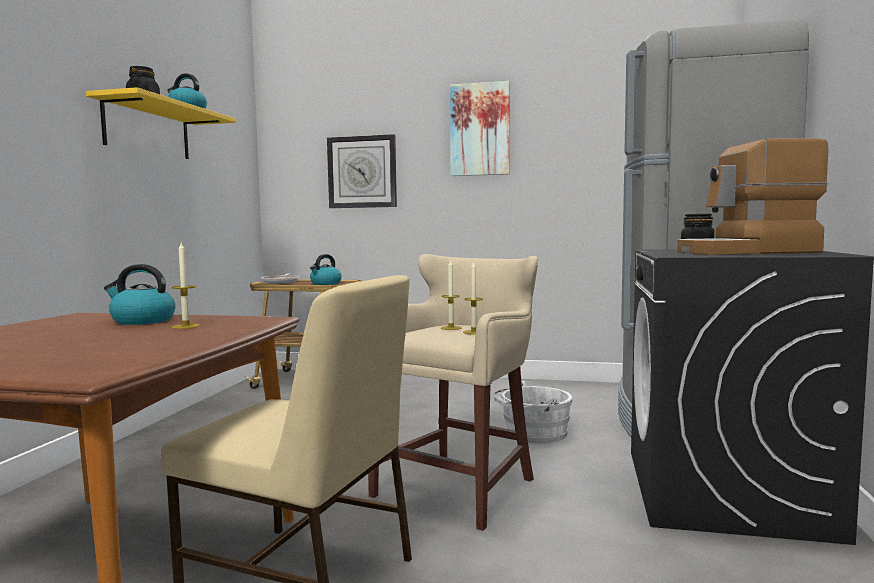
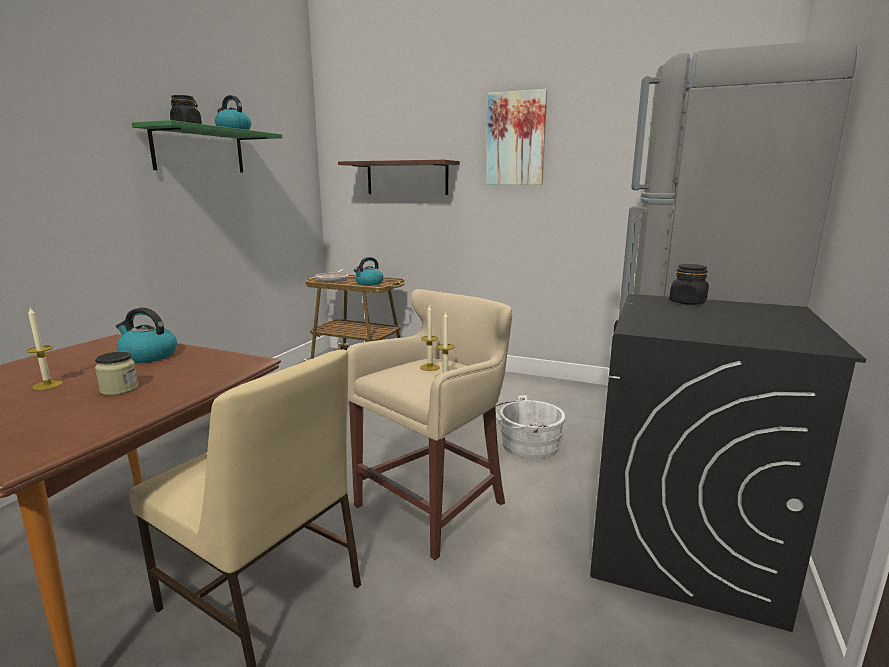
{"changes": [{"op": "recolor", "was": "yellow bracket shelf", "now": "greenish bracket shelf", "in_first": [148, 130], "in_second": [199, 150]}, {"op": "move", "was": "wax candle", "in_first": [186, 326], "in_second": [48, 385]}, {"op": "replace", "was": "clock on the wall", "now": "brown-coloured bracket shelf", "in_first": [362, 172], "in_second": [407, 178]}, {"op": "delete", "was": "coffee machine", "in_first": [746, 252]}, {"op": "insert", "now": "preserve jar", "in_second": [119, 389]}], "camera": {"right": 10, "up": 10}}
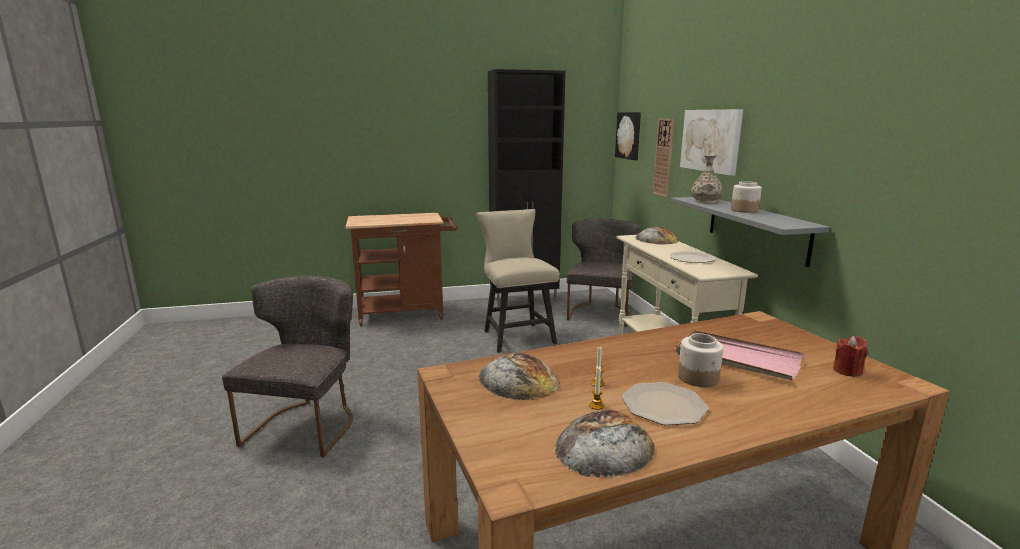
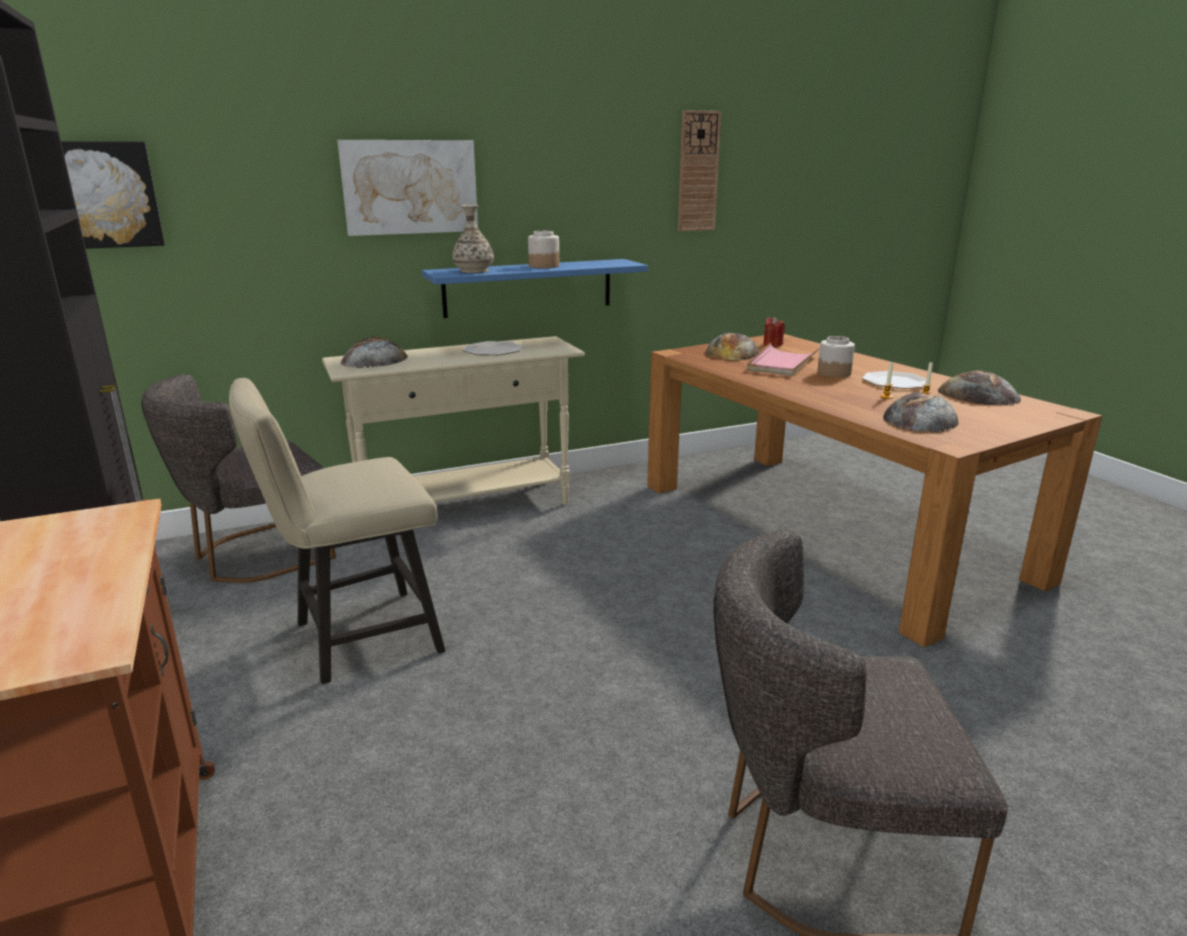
{"changes": [{"op": "rotate", "was": "grey chair", "in_first": [600, 312], "in_second": [255, 555], "clockwise": -45}, {"op": "move", "was": "clock on the wall", "in_first": [664, 157], "in_second": [698, 172]}, {"op": "recolor", "was": "grey bracket shelf", "now": "blue-coloured bracket shelf", "in_first": [756, 228], "in_second": [528, 287]}, {"op": "insert", "now": "bakery bread", "in_second": [732, 352]}], "camera": {"right": -100, "up": 5}}
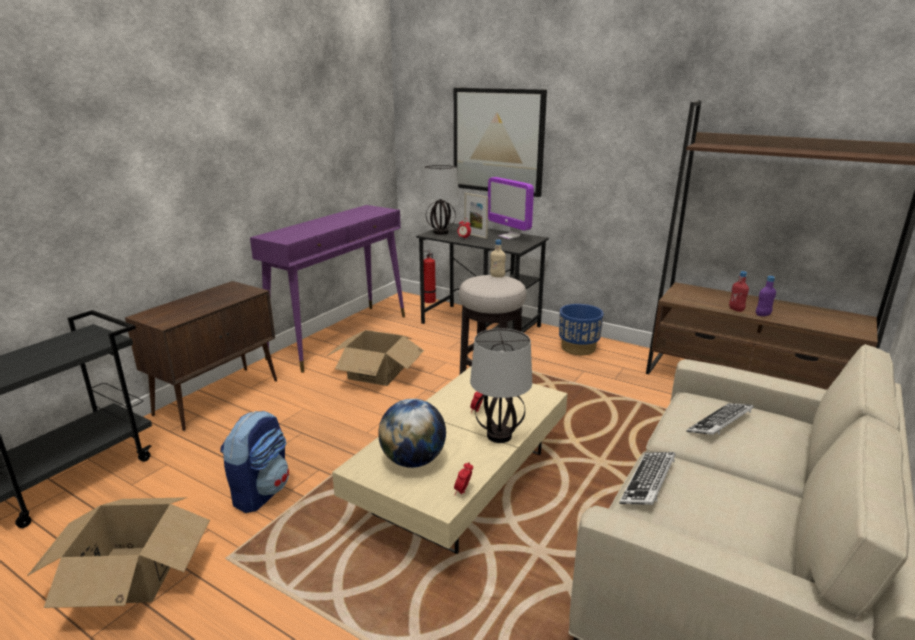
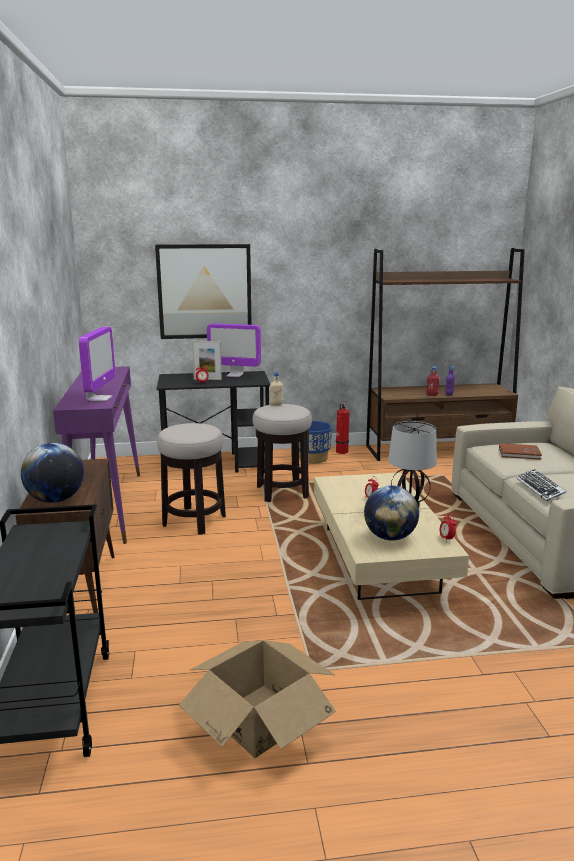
{"changes": [{"op": "delete", "was": "backpack", "in_first": [261, 492]}, {"op": "replace", "was": "packing box", "now": "stool", "in_first": [377, 372], "in_second": [194, 520]}, {"op": "delete", "was": "table lamp", "in_first": [440, 232]}, {"op": "move", "was": "fire extinguisher", "in_first": [428, 301], "in_second": [342, 452]}, {"op": "replace", "was": "keyboard", "now": "brown-coloured bound book", "in_first": [720, 424], "in_second": [519, 453]}, {"op": "insert", "now": "world globe", "in_second": [56, 500]}, {"op": "insert", "now": "computer display", "in_second": [99, 398]}], "camera": {"right": -40, "up": -5}}
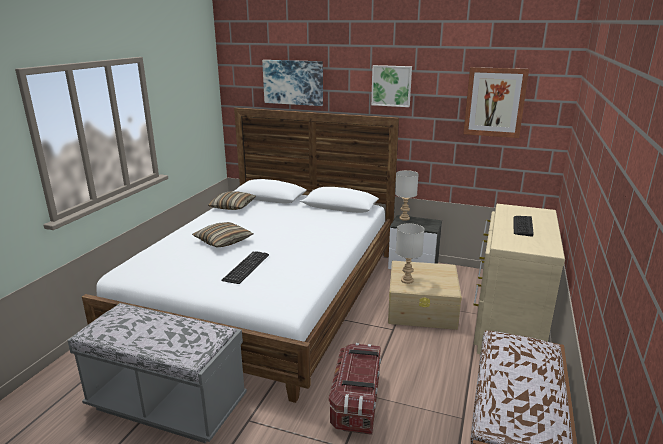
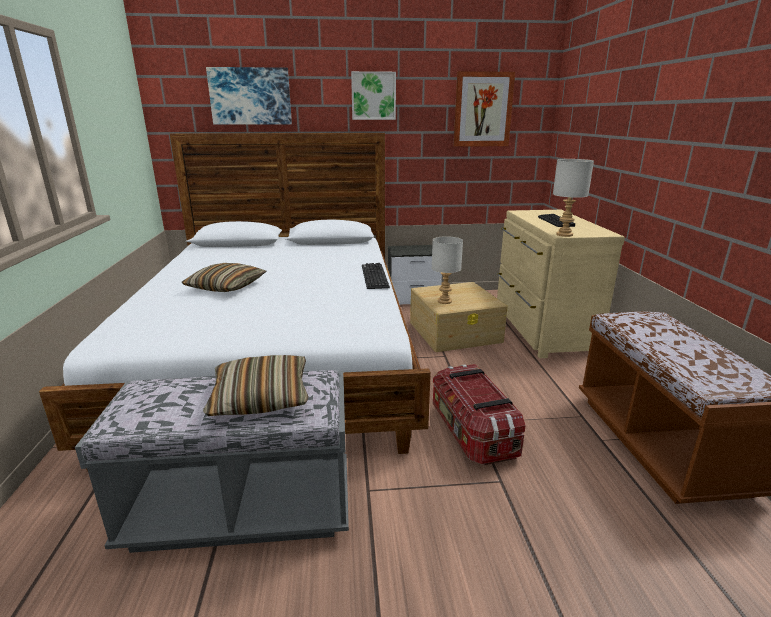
{"changes": [{"op": "move", "was": "cushion", "in_first": [232, 206], "in_second": [260, 397]}, {"op": "move", "was": "keyboard", "in_first": [246, 267], "in_second": [374, 276]}, {"op": "move", "was": "grey table lamp", "in_first": [404, 218], "in_second": [564, 235]}], "camera": {"right": -25, "up": 0}}
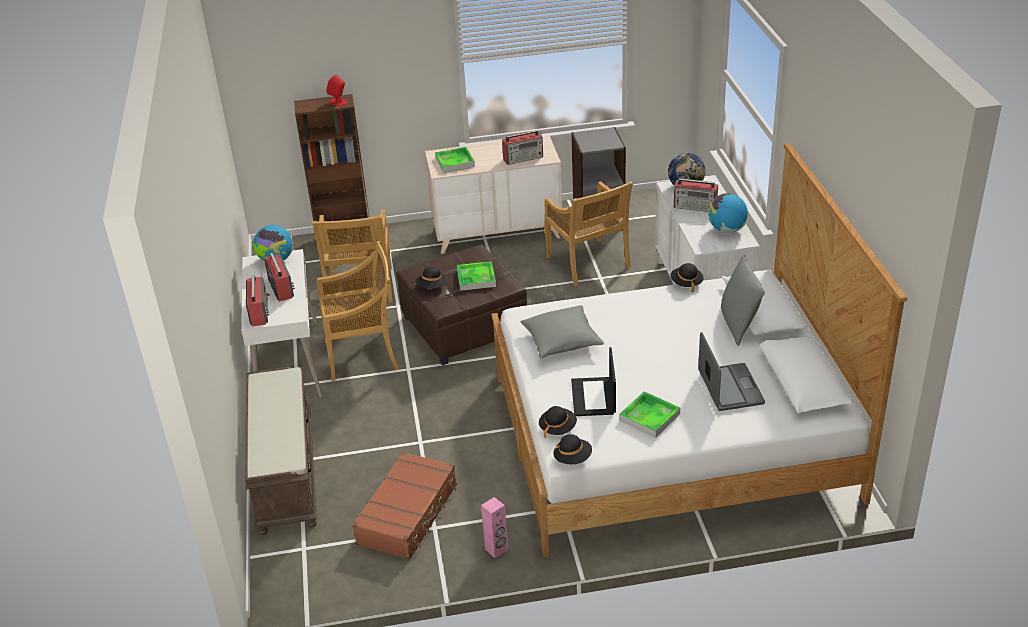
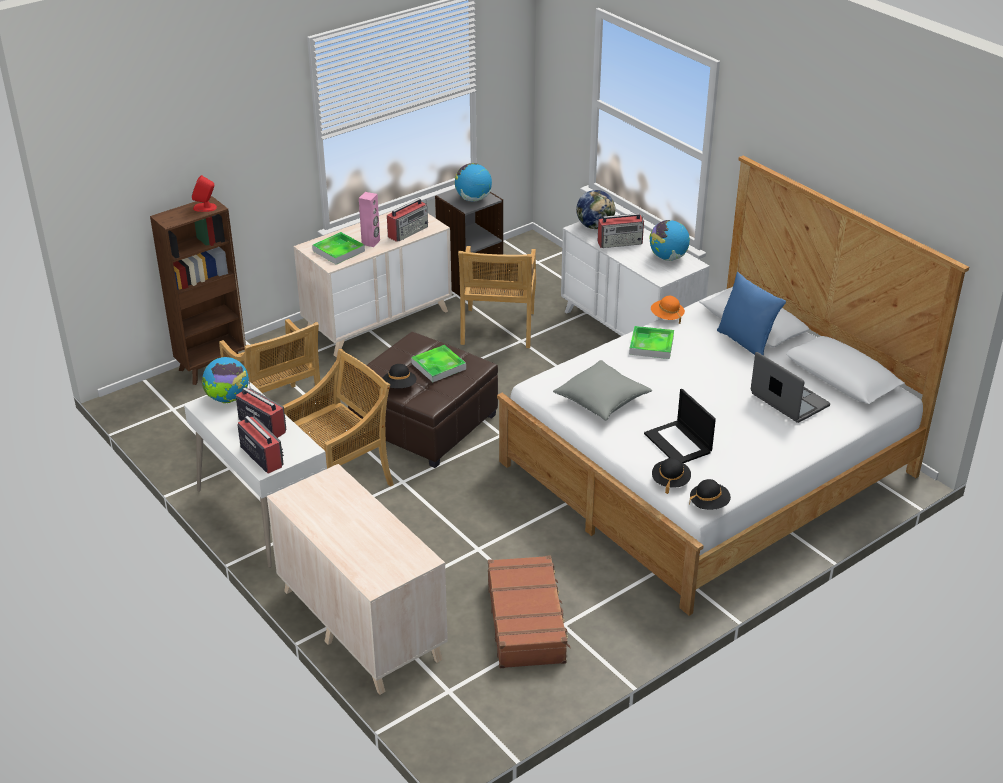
{"changes": [{"op": "replace", "was": "brown-coloured indoor bench", "now": "sand-coloured drawer chest", "in_first": [285, 472], "in_second": [360, 624]}, {"op": "move", "was": "pinkish audio speaker", "in_first": [496, 549], "in_second": [371, 242]}, {"op": "rotate", "was": "sand-coloured chair", "in_first": [588, 263], "in_second": [498, 329], "clockwise": 60}, {"op": "move", "was": "carrying tray", "in_first": [649, 417], "in_second": [651, 345]}, {"op": "recolor", "was": "black hat", "now": "orange-coloured hat", "in_first": [686, 283], "in_second": [666, 317]}, {"op": "recolor", "was": "grey cushion", "now": "blue-coloured cushion", "in_first": [739, 325], "in_second": [746, 343]}, {"op": "insert", "now": "world globe", "in_second": [473, 199]}], "camera": {"right": -30, "up": 0}}
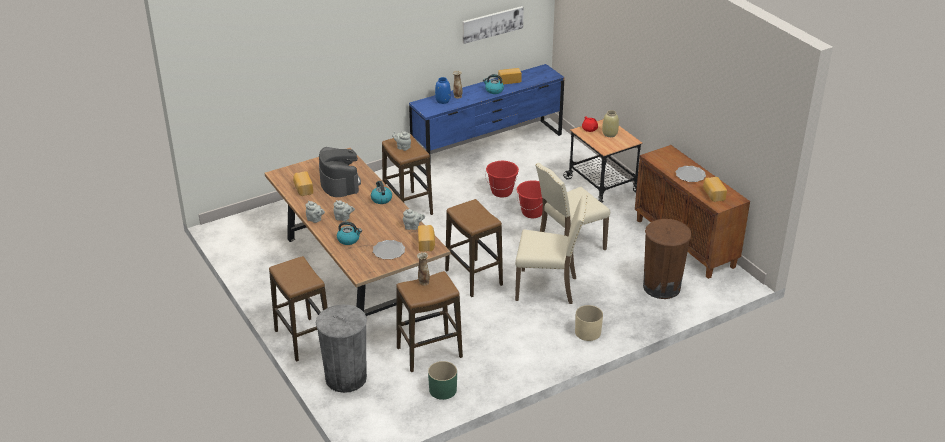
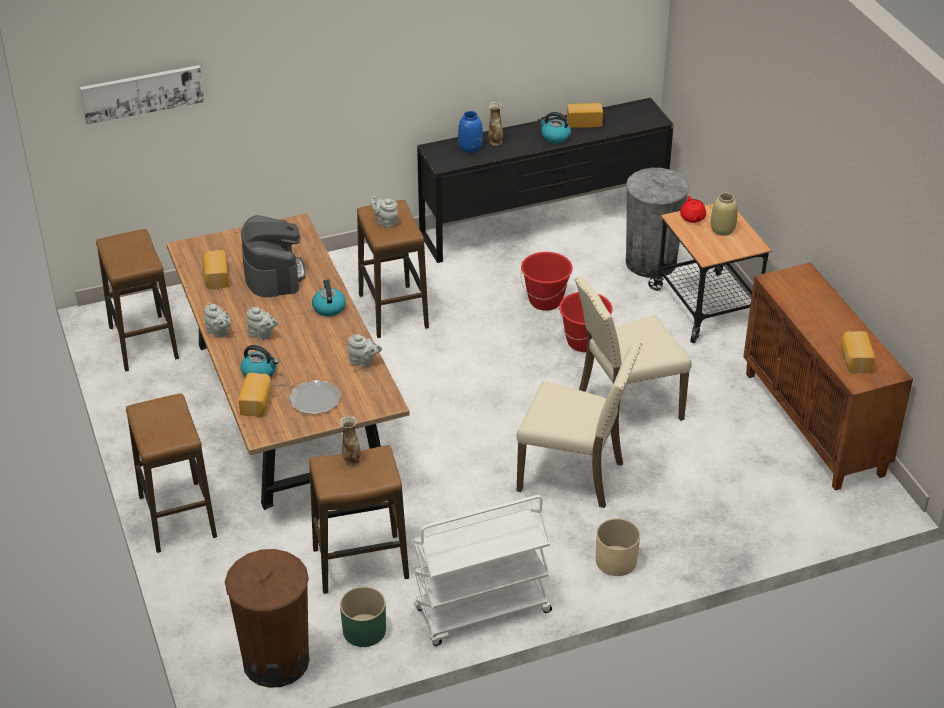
{"changes": [{"op": "move", "was": "grey trash can", "in_first": [346, 378], "in_second": [651, 262]}, {"op": "recolor", "was": "blue-coloured drawer chest", "now": "black drawer chest", "in_first": [487, 148], "in_second": [543, 222]}, {"op": "move", "was": "bakery bread", "in_first": [426, 243], "in_second": [257, 403]}, {"op": "move", "was": "stool", "in_first": [474, 278], "in_second": [144, 343]}, {"op": "move", "was": "picture", "in_first": [492, 24], "in_second": [142, 93]}, {"op": "move", "was": "brown-coloured trash can", "in_first": [661, 287], "in_second": [276, 661]}, {"op": "delete", "was": "dinner plate", "in_first": [690, 175]}, {"op": "insert", "now": "white-coloured wheeled cart", "in_second": [482, 612]}], "camera": {"right": 10, "up": 5}}
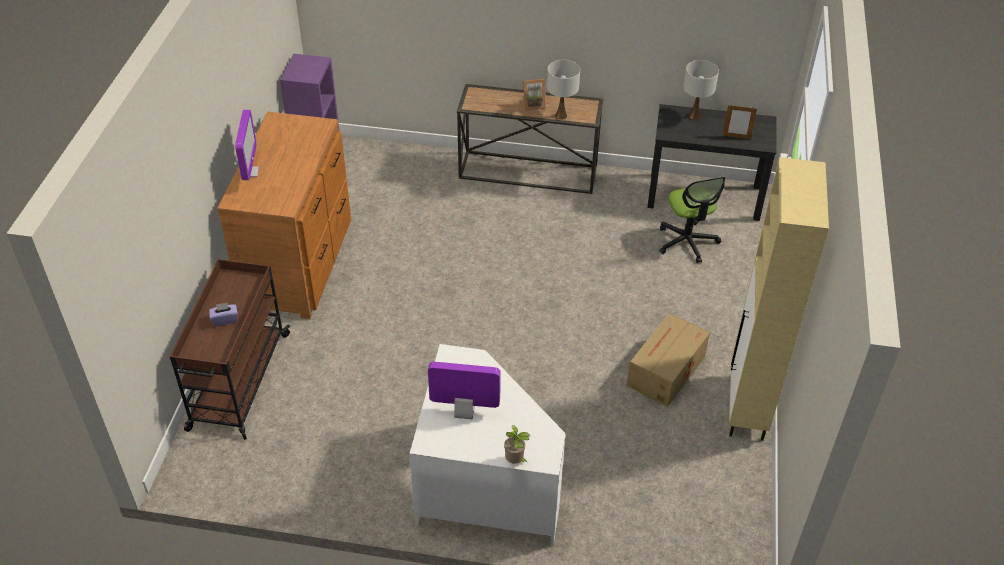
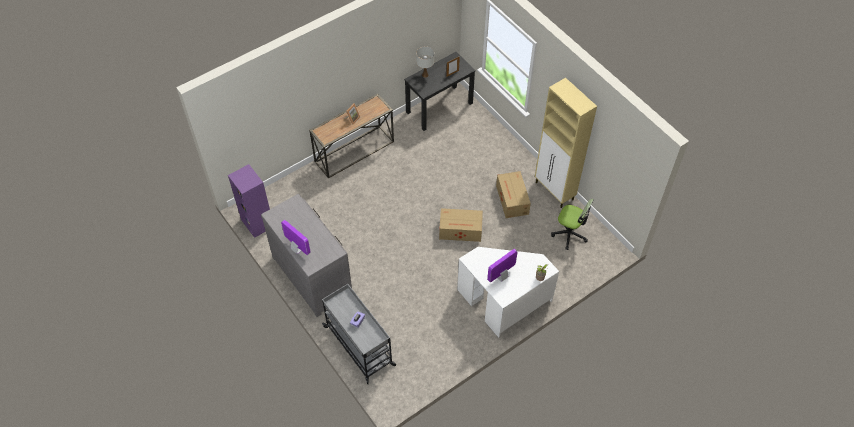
{"changes": [{"op": "recolor", "was": "brown-coloured wheeled cart", "now": "grey wheeled cart", "in_first": [238, 382], "in_second": [360, 346]}, {"op": "recolor", "was": "brown-coloured drawer chest", "now": "grey drawer chest", "in_first": [300, 263], "in_second": [313, 275]}, {"op": "delete", "was": "white-coloured table lamp", "in_first": [560, 116]}, {"op": "move", "was": "office chair", "in_first": [687, 242], "in_second": [569, 234]}, {"op": "insert", "now": "packing box", "in_second": [461, 230]}], "camera": {"right": -45, "up": 10}}
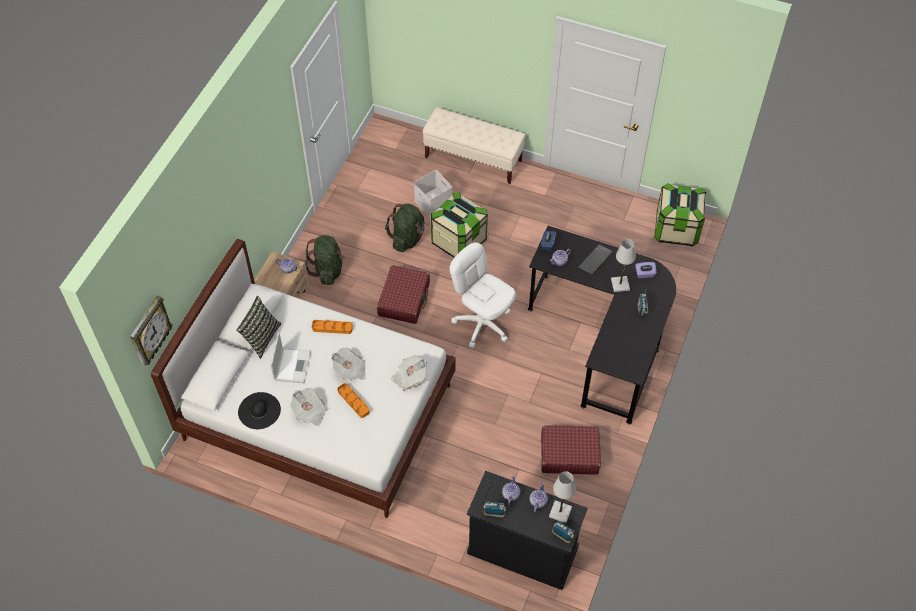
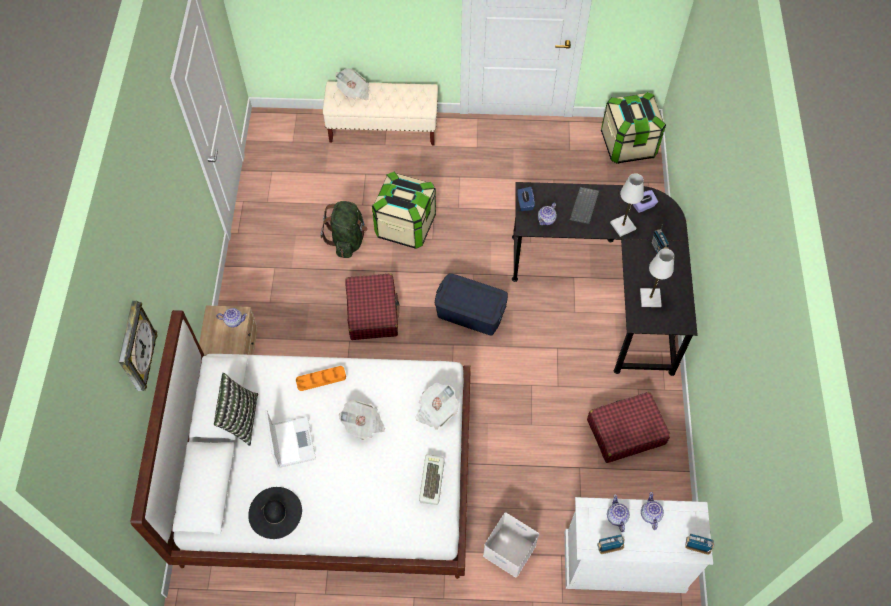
{"changes": [{"op": "move", "was": "clock on the wall", "in_first": [149, 331], "in_second": [135, 348]}, {"op": "move", "was": "newspaper", "in_first": [310, 412], "in_second": [354, 91]}, {"op": "delete", "was": "greenish backpack", "in_first": [328, 270]}, {"op": "delete", "was": "orange-coloured carrying tray", "in_first": [353, 401]}, {"op": "move", "was": "white-coloured storage container", "in_first": [432, 202], "in_second": [508, 550]}, {"op": "replace", "was": "white-coloured office chair", "now": "blue-coloured storage container", "in_first": [482, 323], "in_second": [470, 312]}, {"op": "recolor", "was": "black drawer chest", "now": "white-coloured drawer chest", "in_first": [522, 550], "in_second": [623, 561]}, {"op": "move", "was": "white-coloured table lamp", "in_first": [560, 512], "in_second": [650, 298]}, {"op": "insert", "now": "keyboard", "in_second": [430, 480]}], "camera": {"right": -20, "up": 5}}
